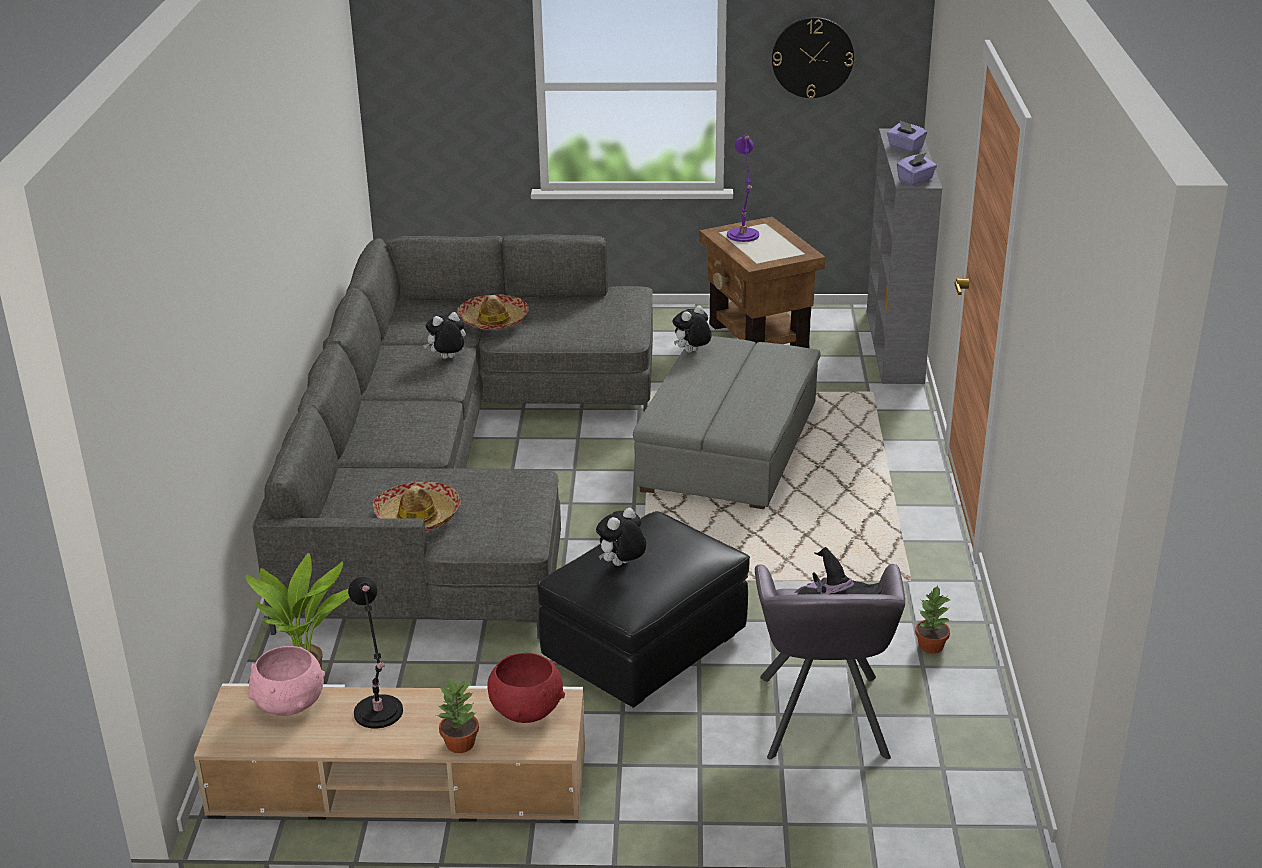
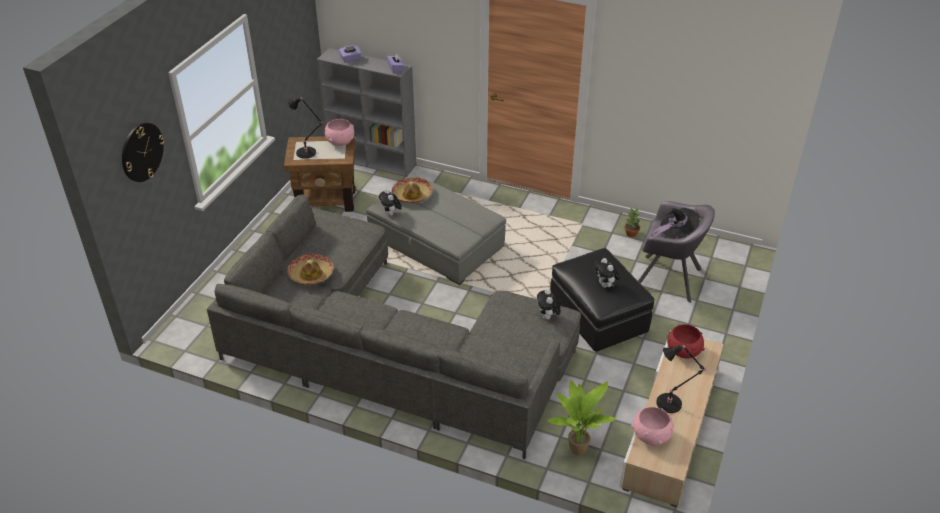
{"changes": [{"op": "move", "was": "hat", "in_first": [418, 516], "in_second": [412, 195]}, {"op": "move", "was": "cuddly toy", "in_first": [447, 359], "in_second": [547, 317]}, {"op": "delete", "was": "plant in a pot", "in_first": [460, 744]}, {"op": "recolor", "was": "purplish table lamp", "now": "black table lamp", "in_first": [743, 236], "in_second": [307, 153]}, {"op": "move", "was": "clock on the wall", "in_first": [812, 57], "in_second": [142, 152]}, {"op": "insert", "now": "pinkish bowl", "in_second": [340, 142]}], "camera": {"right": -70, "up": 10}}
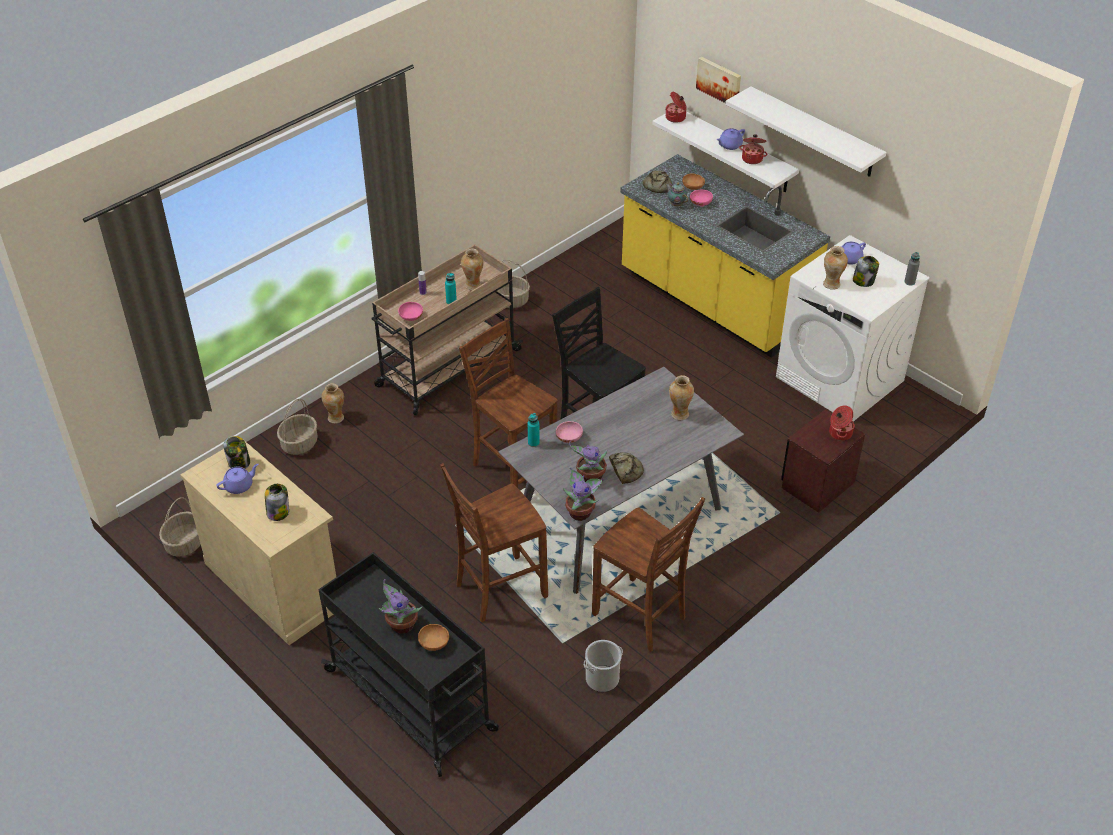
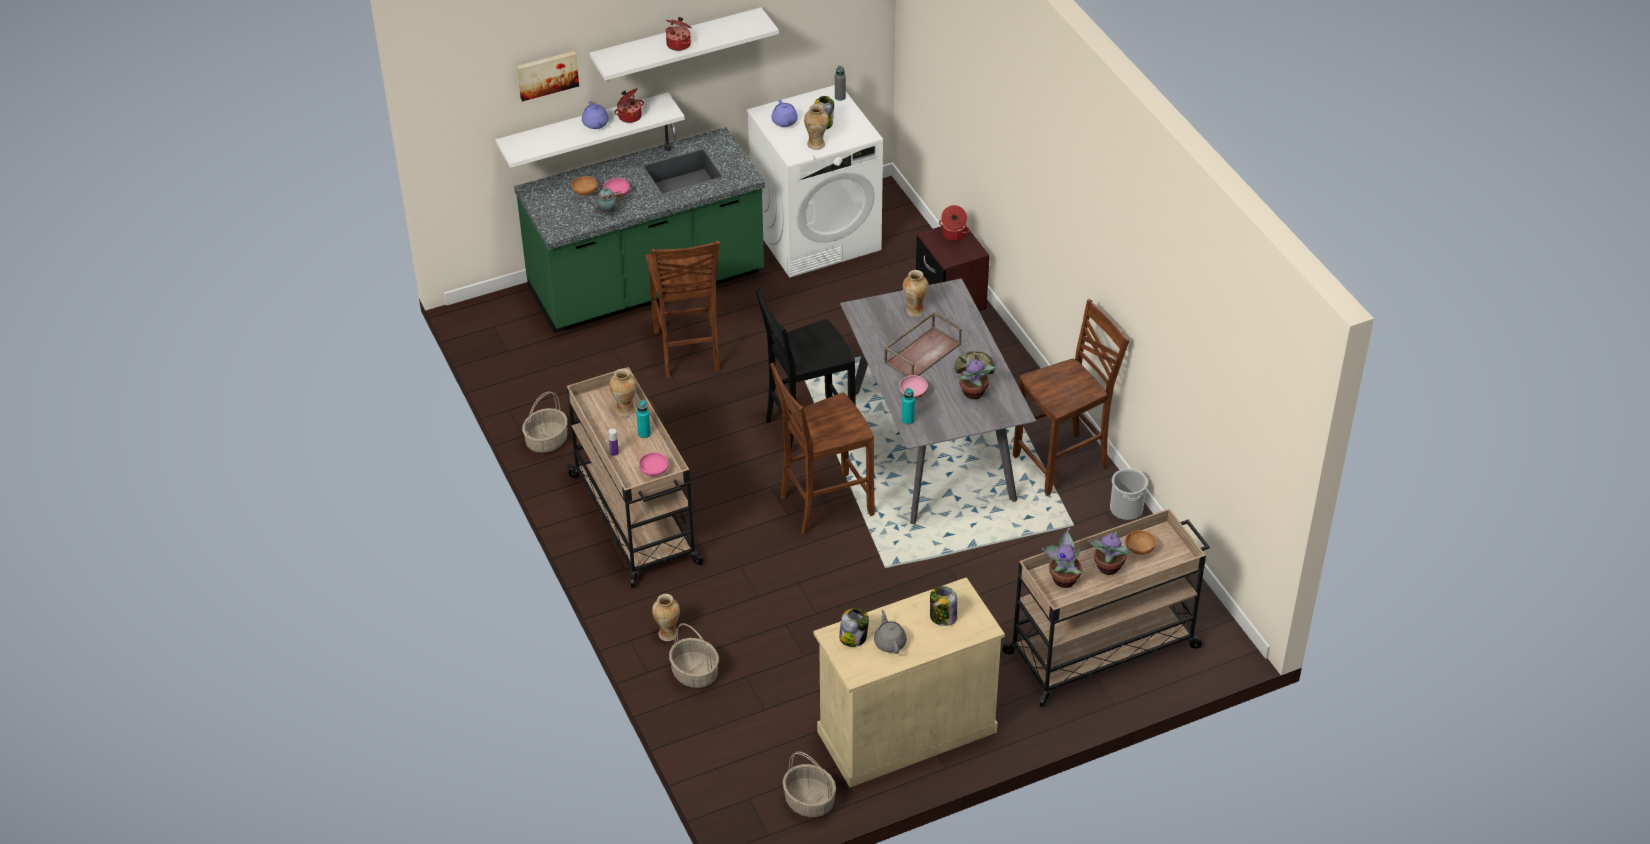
{"changes": [{"op": "recolor", "was": "purplish tea pot", "now": "grey tea pot", "in_first": [239, 486], "in_second": [889, 642]}, {"op": "recolor", "was": "black wheeled cart", "now": "sand-coloured wheeled cart", "in_first": [412, 701], "in_second": [1104, 649]}, {"op": "move", "was": "brown-coloured chair", "in_first": [498, 590], "in_second": [687, 352]}, {"op": "move", "was": "plant in a pot", "in_first": [581, 512], "in_second": [1063, 578]}, {"op": "recolor", "was": "yellow counter", "now": "greenish counter", "in_first": [714, 301], "in_second": [647, 285]}, {"op": "delete", "was": "bakery bread", "in_first": [657, 186]}, {"op": "move", "was": "stockpot", "in_first": [676, 118], "in_second": [679, 44]}, {"op": "insert", "now": "brown-coloured carrying tray", "in_second": [922, 352]}], "camera": {"right": -70, "up": 0}}
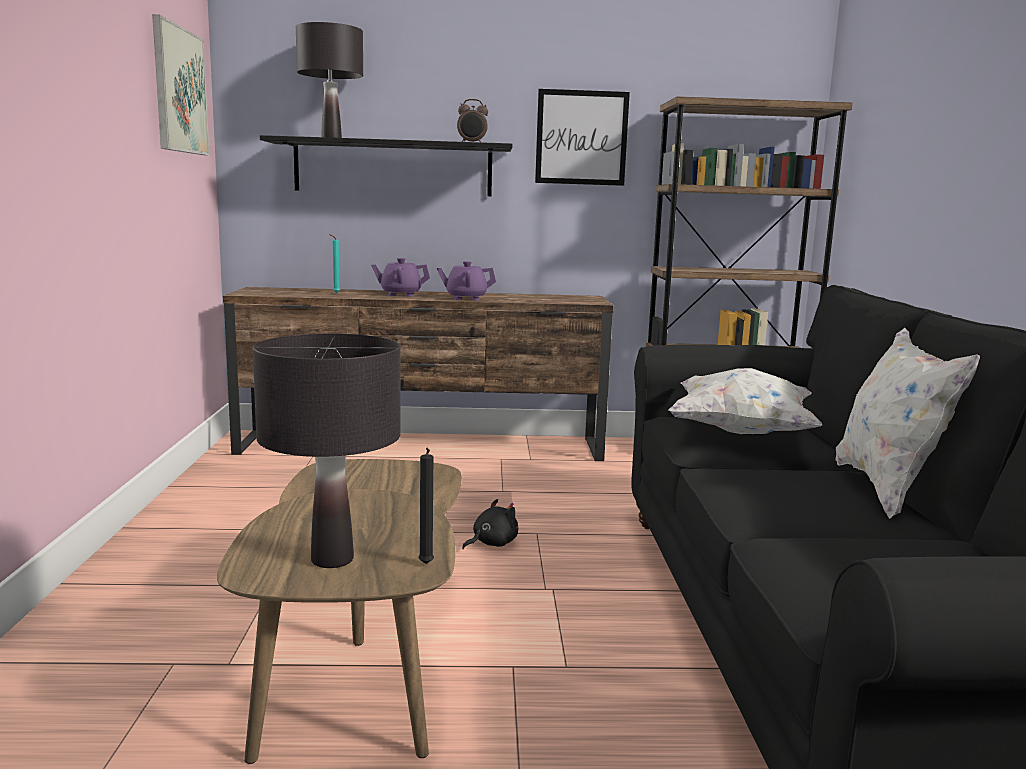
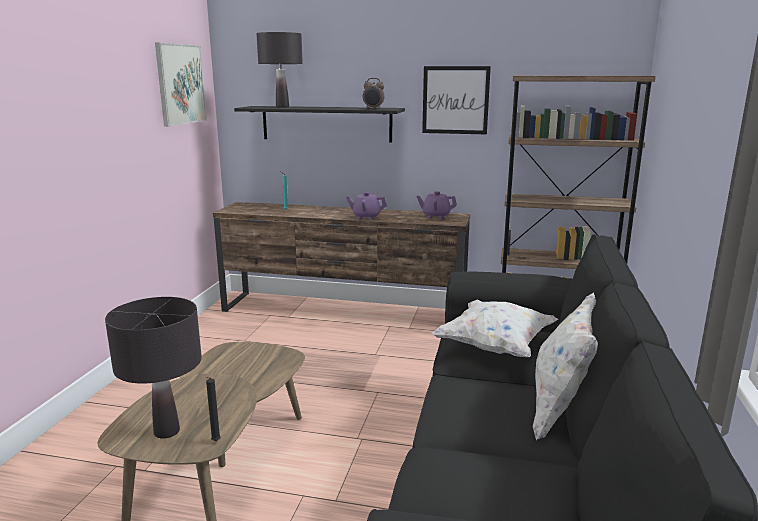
{"changes": [{"op": "move", "was": "purplish tea pot", "in_first": [400, 294], "in_second": [436, 216]}, {"op": "delete", "was": "black cuddly toy", "in_first": [492, 543]}], "camera": {"right": 15, "up": 5}}
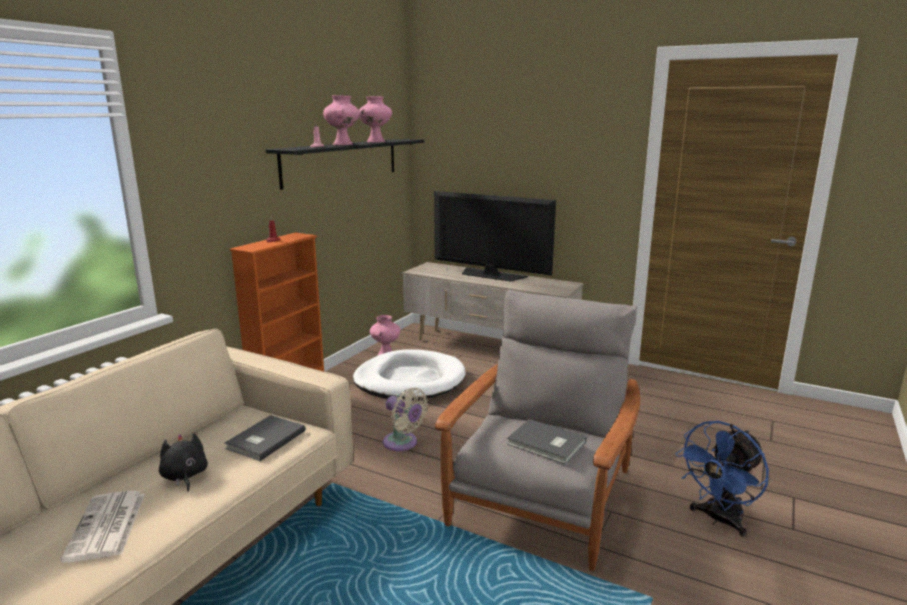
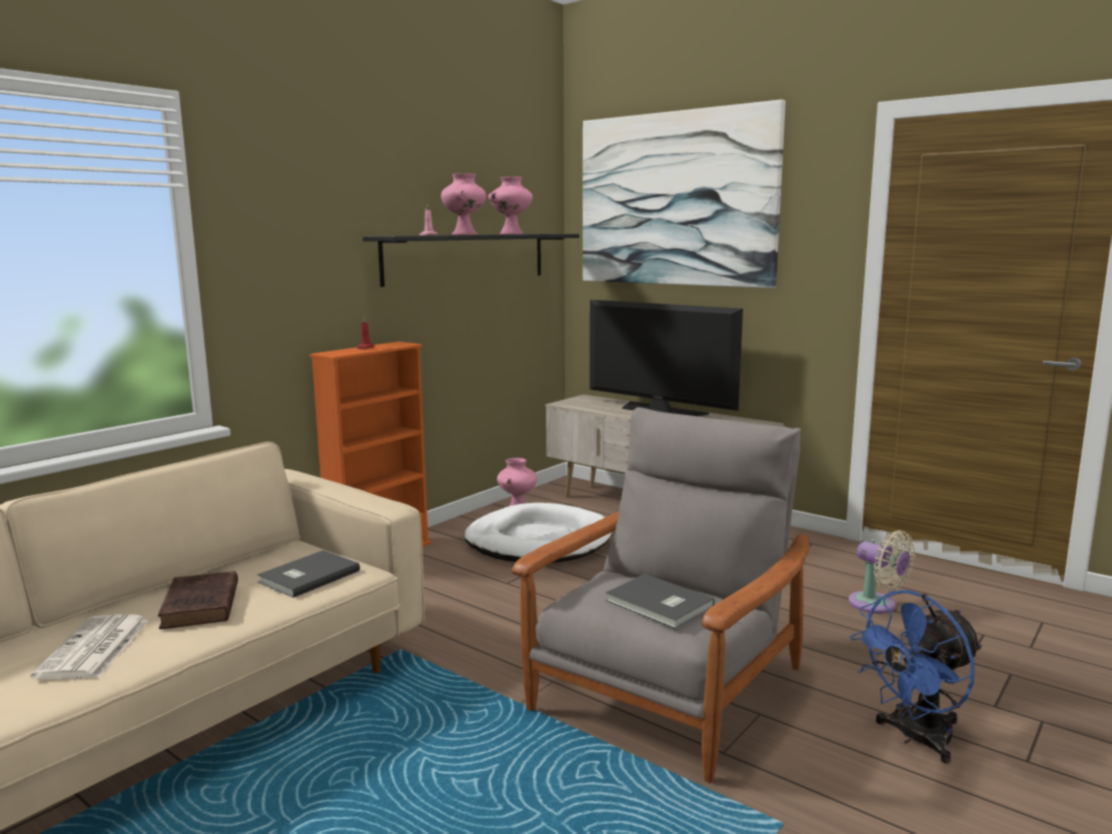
{"changes": [{"op": "replace", "was": "black cuddly toy", "now": "brown-coloured bound book", "in_first": [184, 476], "in_second": [200, 606]}, {"op": "move", "was": "sand-coloured cooling fan", "in_first": [403, 443], "in_second": [876, 605]}, {"op": "insert", "now": "picture", "in_second": [675, 199]}], "camera": {"right": 10, "up": -5}}
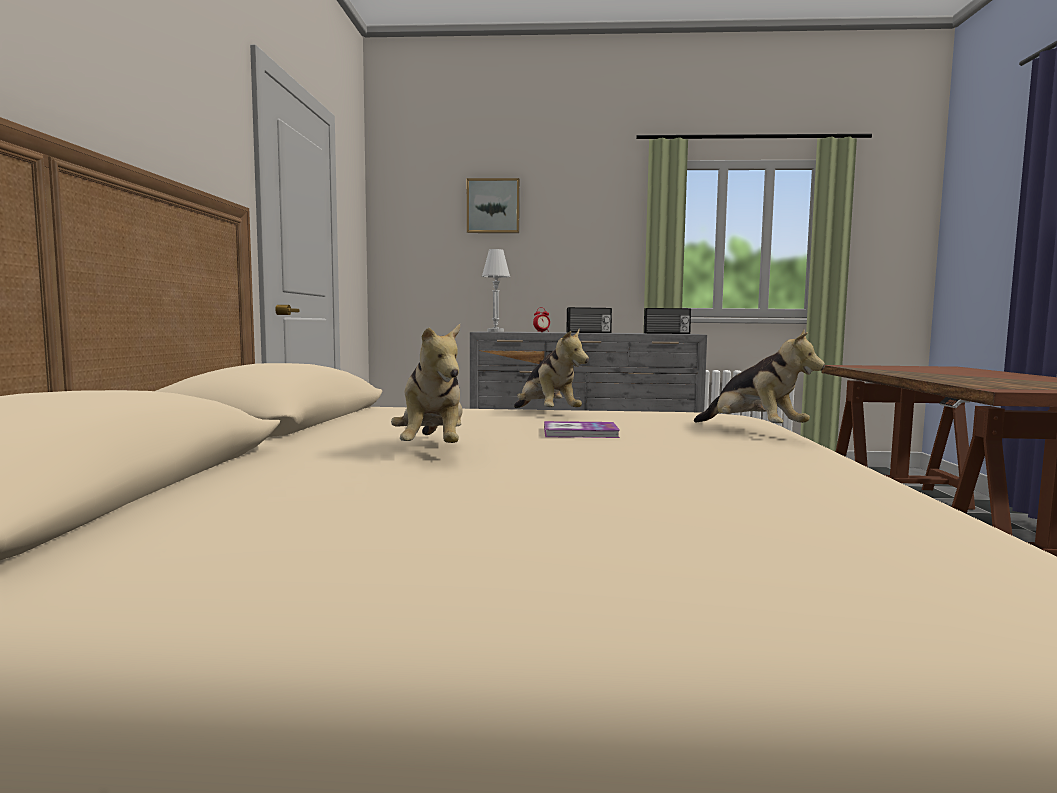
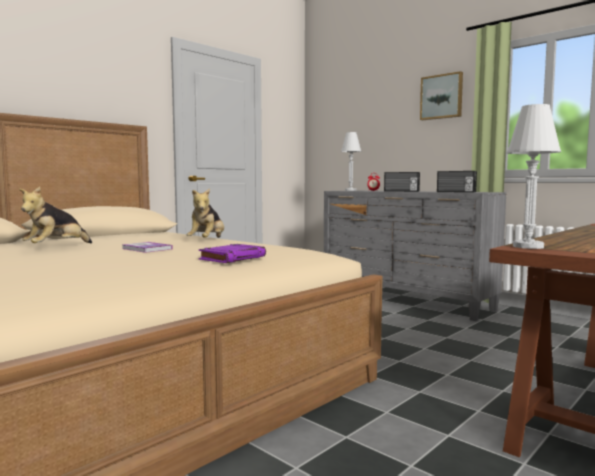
{"changes": [{"op": "move", "was": "picture", "in_first": [493, 206], "in_second": [442, 97]}, {"op": "replace", "was": "cuddly toy", "now": "purplish bound book", "in_first": [753, 431], "in_second": [233, 258]}, {"op": "insert", "now": "white-coloured table lamp", "in_second": [528, 247]}], "camera": {"right": 40, "up": 0}}
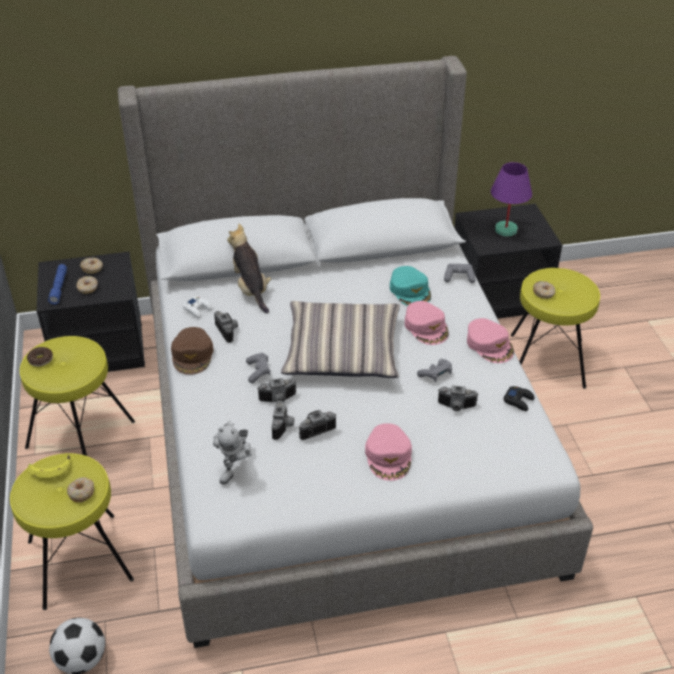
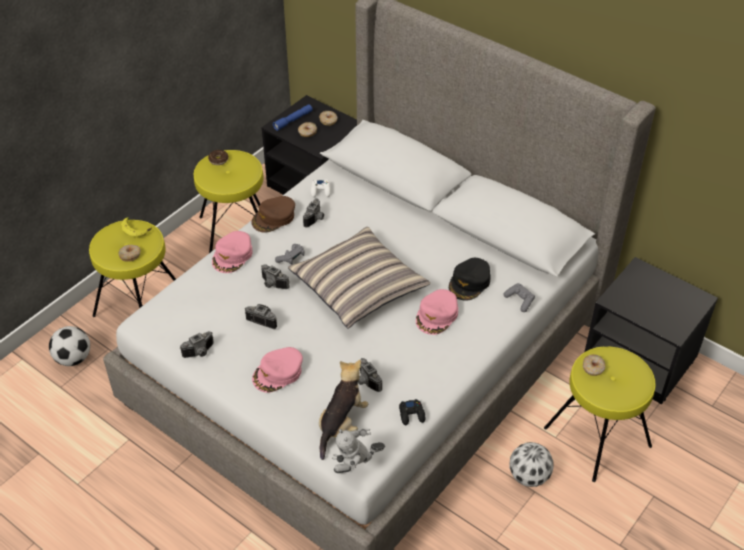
{"changes": [{"op": "move", "was": "model robot", "in_first": [236, 470], "in_second": [356, 469]}, {"op": "move", "was": "cuddly toy", "in_first": [251, 289], "in_second": [341, 424]}, {"op": "move", "was": "still camera", "in_first": [284, 426], "in_second": [200, 353]}, {"op": "recolor", "was": "turquoise-coloured baseball cap", "now": "black baseball cap", "in_first": [410, 291], "in_second": [469, 282]}, {"op": "delete", "was": "grey gamepad", "in_first": [436, 374]}, {"op": "move", "was": "pinkish baseball cap", "in_first": [490, 345], "in_second": [232, 256]}, {"op": "delete", "was": "purplish table lamp", "in_first": [506, 230]}, {"op": "insert", "now": "football ball", "in_second": [529, 476]}], "camera": {"right": 50, "up": 5}}
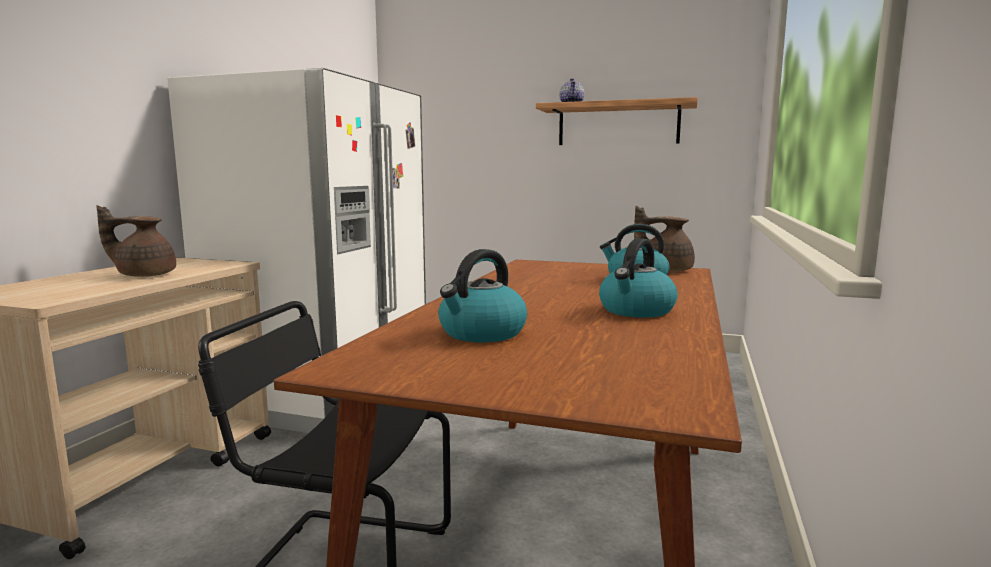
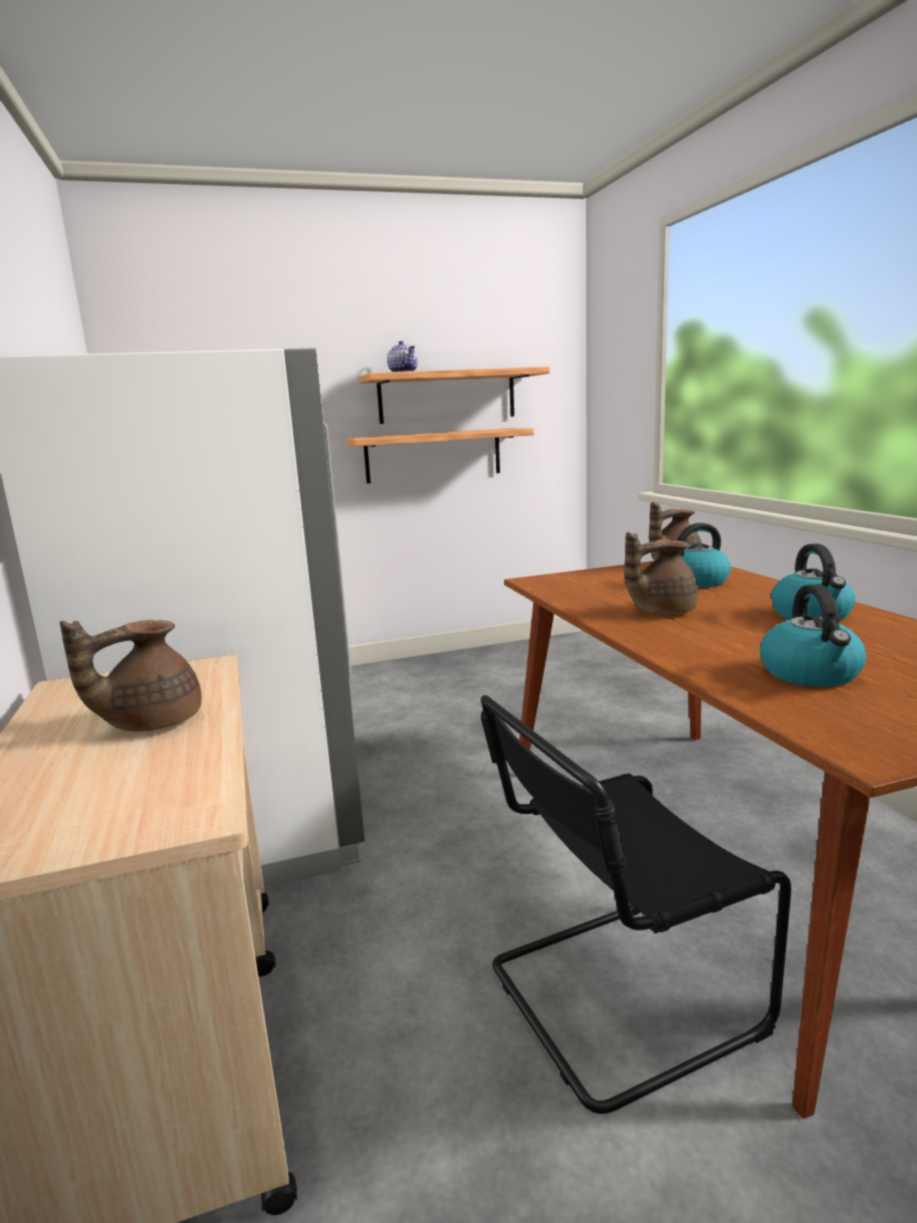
{"changes": [{"op": "insert", "now": "bracket shelf", "in_second": [433, 455]}, {"op": "insert", "now": "brown-coloured tea pot", "in_second": [660, 611]}], "camera": {"right": -35, "up": 5}}
